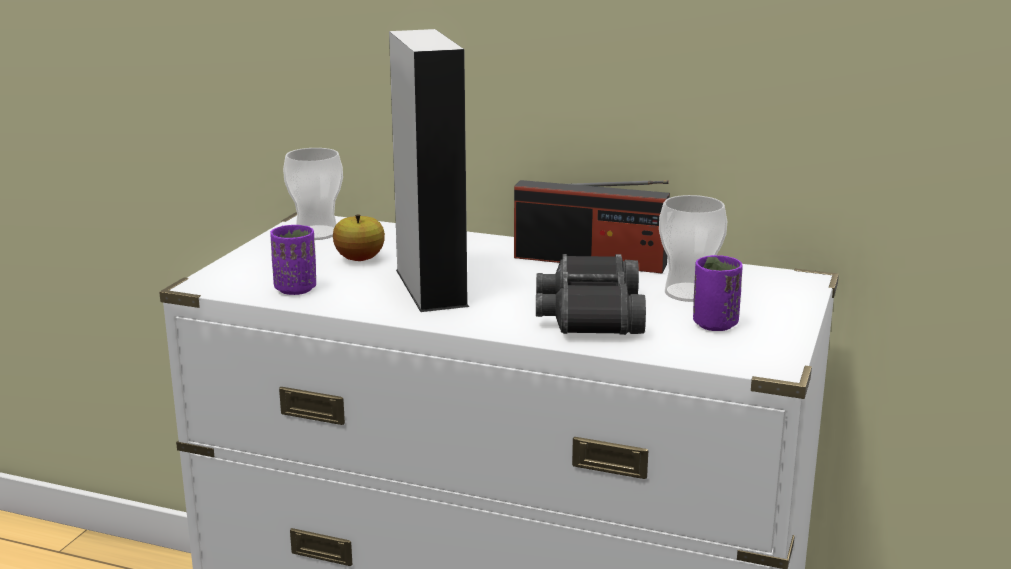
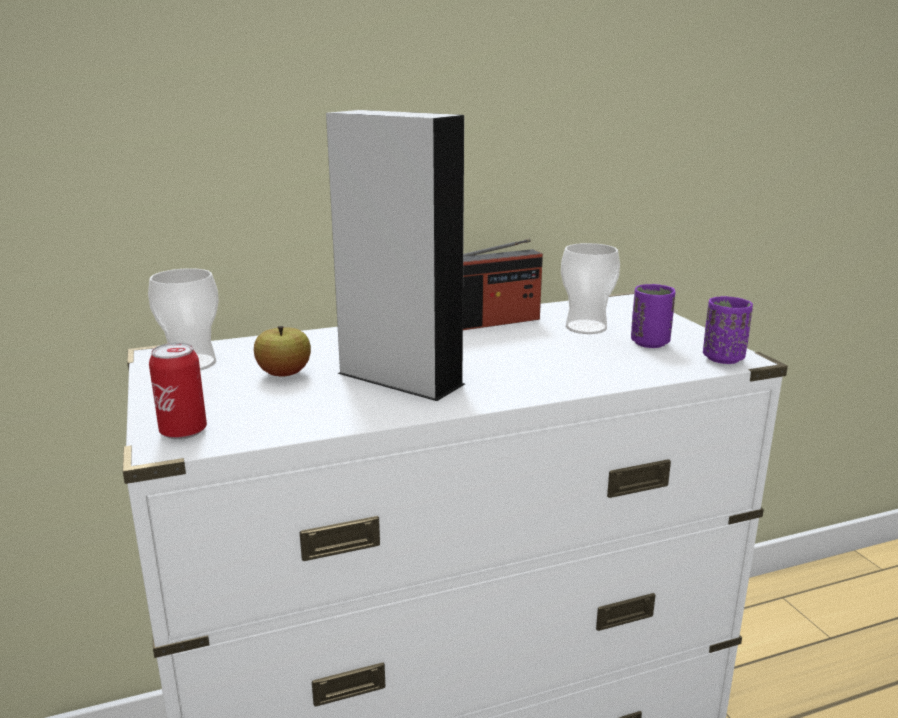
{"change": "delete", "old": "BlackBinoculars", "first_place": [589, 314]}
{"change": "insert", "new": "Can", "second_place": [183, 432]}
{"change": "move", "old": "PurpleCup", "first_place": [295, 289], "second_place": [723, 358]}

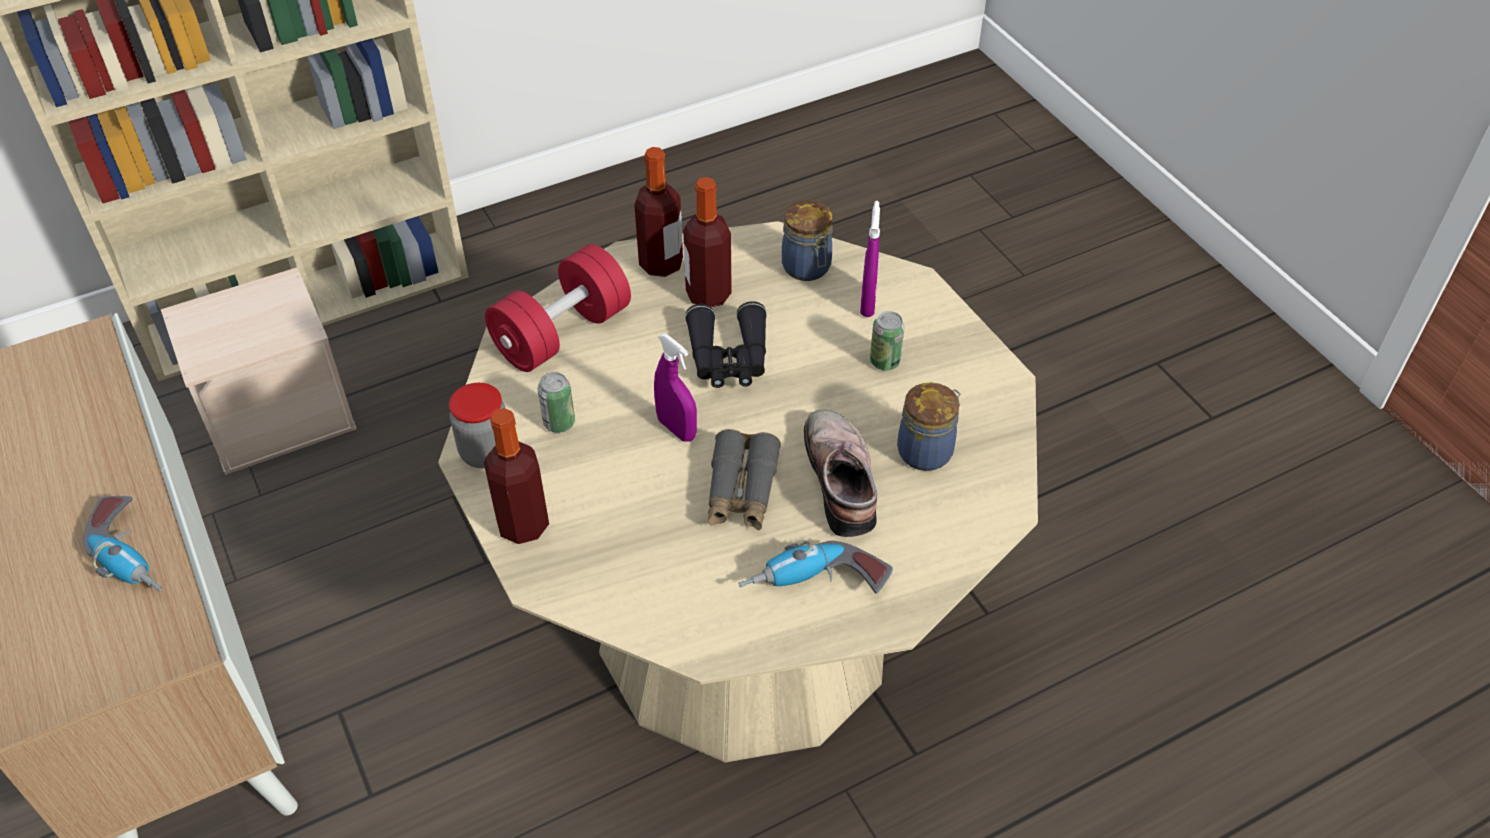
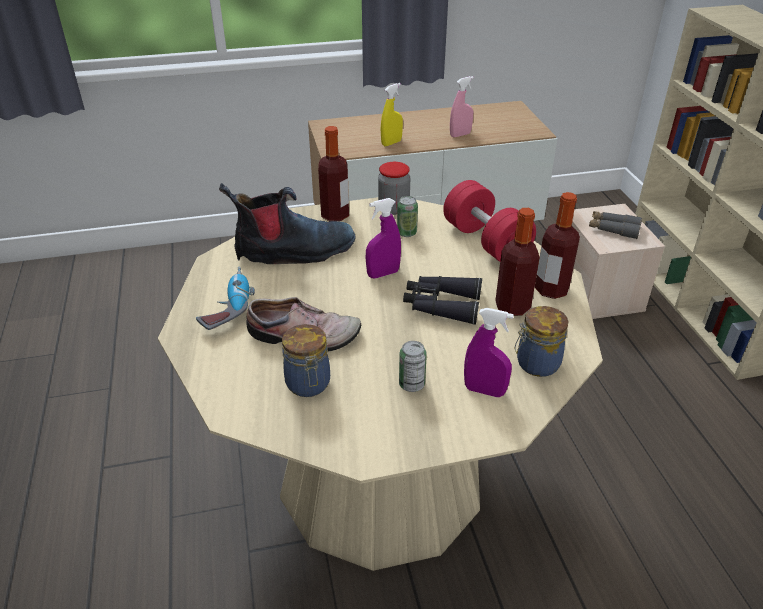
{"change": "insert", "new": "Boot", "second_place": [294, 252]}
{"change": "insert", "new": "PinkSprayBottle", "second_place": [460, 135]}
{"change": "move", "old": "GreyBinoculars", "first_place": [741, 491], "second_place": [613, 229]}
{"change": "replace", "old": "PowerDrill", "new": "YellowSprayBottle", "first_place": [134, 555], "second_place": [391, 143]}

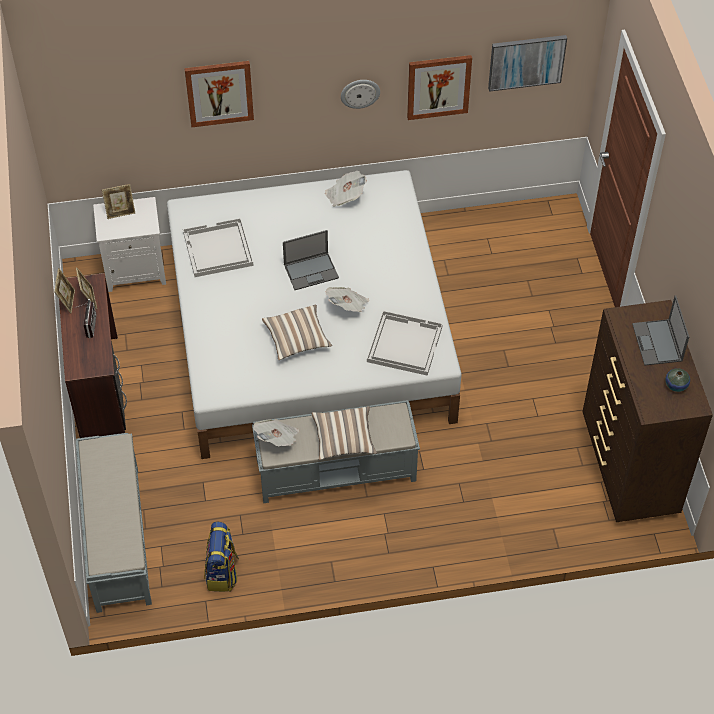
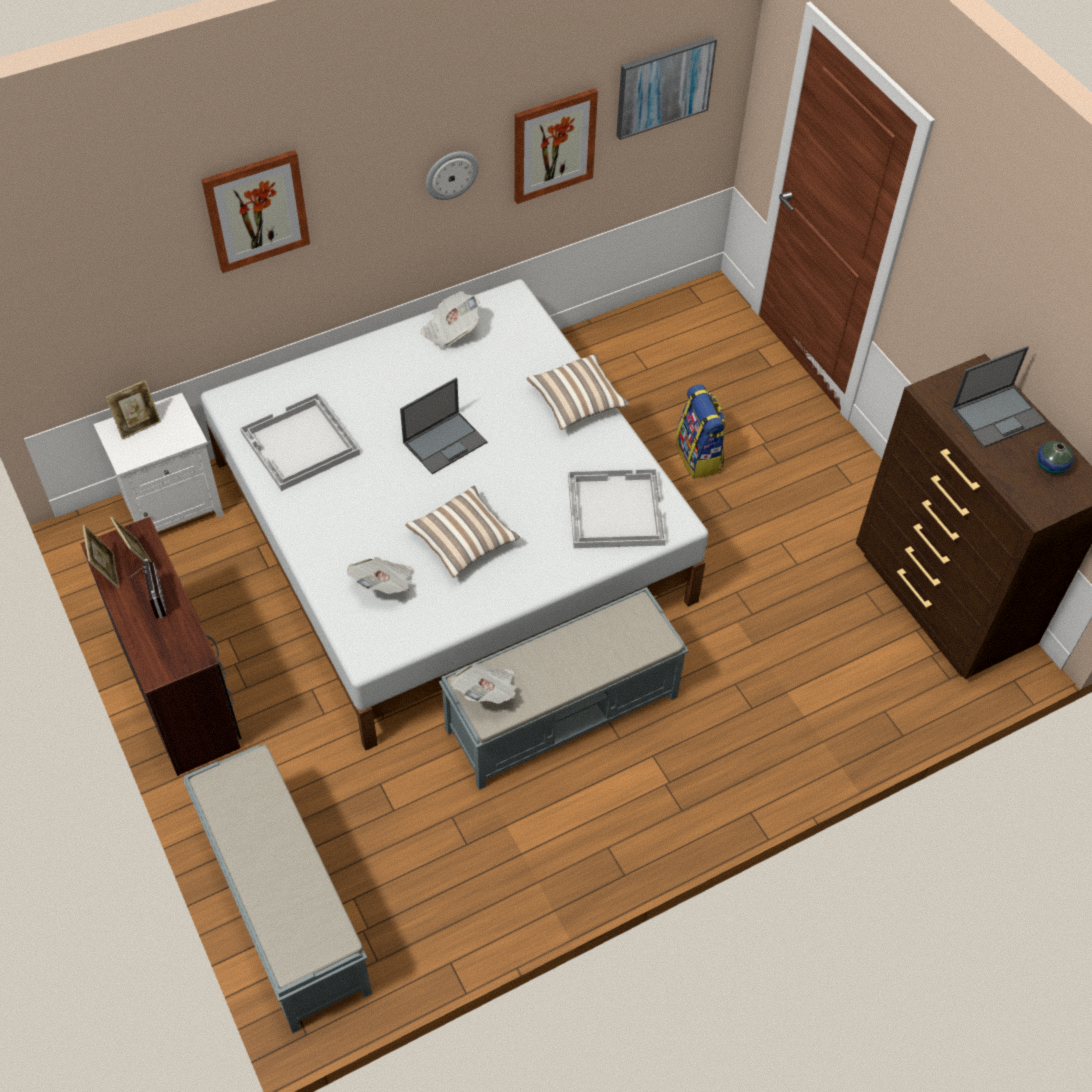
{"change": "move", "old": "Backpack", "first_place": [222, 573], "second_place": [699, 456]}
{"change": "move", "old": "Pillow", "first_place": [344, 439], "second_place": [577, 402]}
{"change": "move", "old": "Newspaper", "first_place": [348, 306], "second_place": [384, 585]}
{"change": "rotate", "old": "Laptop", "first_place": [657, 343], "second_place": [998, 415], "degrees": -90}

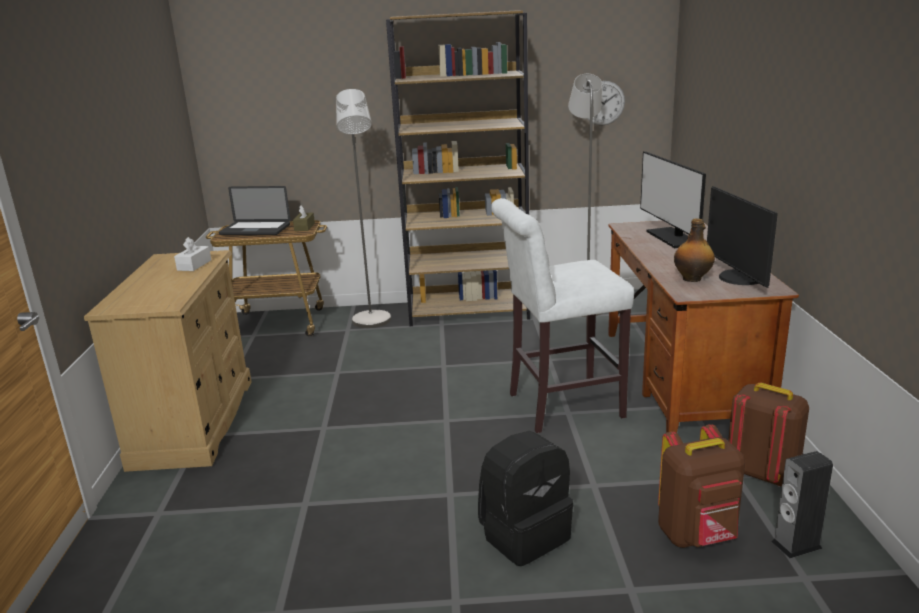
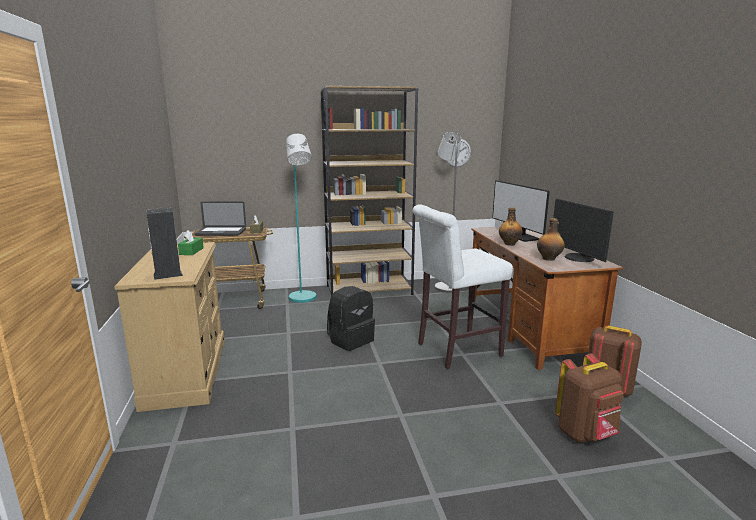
{"change": "insert", "new": "Bottle", "second_place": [509, 244]}
{"change": "move", "old": "BlackBackpack", "first_place": [524, 535], "second_place": [350, 340]}
{"change": "move", "old": "Speaker", "first_place": [796, 545], "second_place": [168, 275]}
{"change": "recolor", "old": "WhiteTissueBox", "new": "GreenTissueBox", "first_place": [194, 265], "second_place": [191, 251]}
{"change": "recolor", "old": "GreyFloorLamp", "new": "TurquoiseFloorLamp", "first_place": [372, 323], "second_place": [303, 299]}

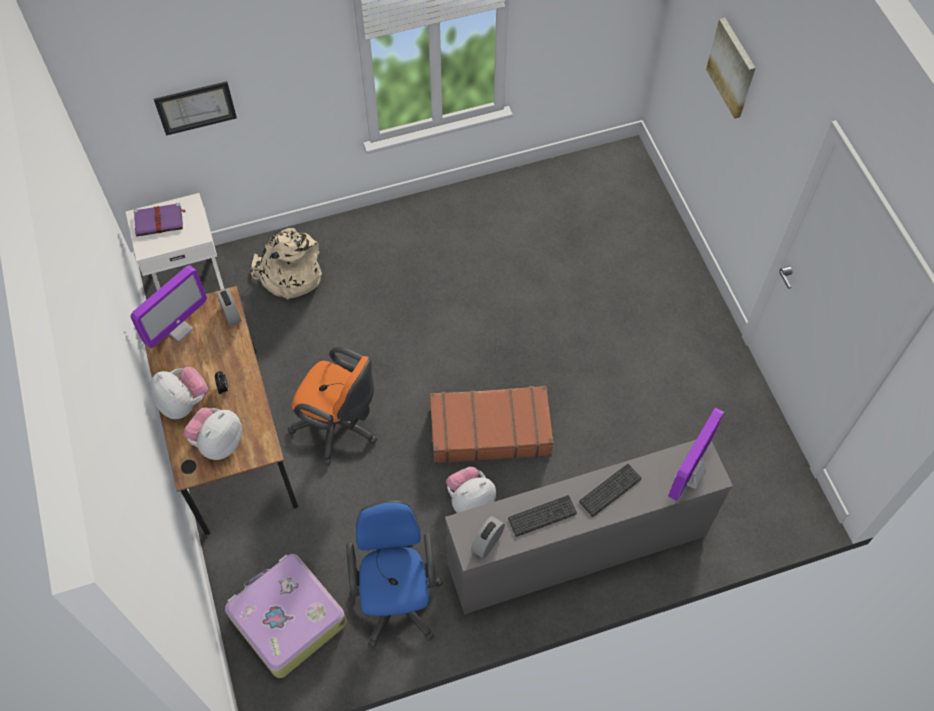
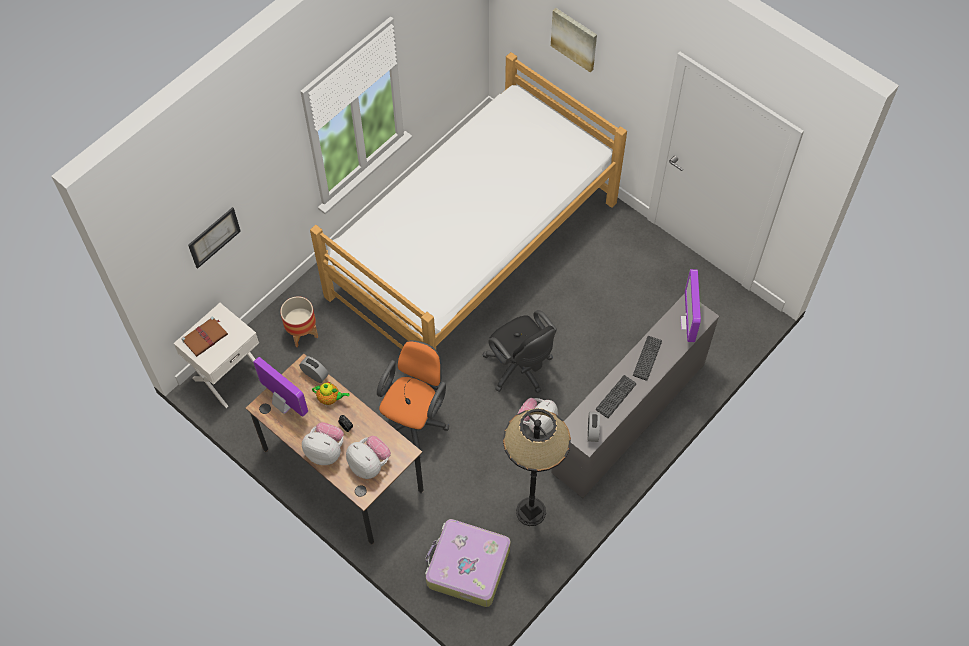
{"change": "insert", "new": "Bed", "second_place": [474, 249]}
{"change": "insert", "new": "Teapot", "second_place": [330, 398]}
{"change": "replace", "old": "BeigeBackpack", "new": "Planter", "first_place": [289, 274], "second_place": [302, 333]}
{"change": "replace", "old": "BlueOfficeChair", "new": "BlackFloorLamp", "first_place": [397, 597], "second_place": [531, 511]}
{"change": "replace", "old": "BrownSuitcase", "new": "BlackOfficeChair", "first_place": [489, 430], "second_place": [520, 369]}
{"change": "recolor", "old": "PurpleBook", "new": "BrownBook", "first_place": [160, 221], "second_place": [205, 337]}
{"change": "rotate", "old": "Monitor", "first_place": [178, 329], "second_place": [284, 404], "degrees": -60}
{"change": "rotate", "old": "PlushToy", "first_place": [218, 442], "second_place": [369, 464], "degrees": 135}
{"change": "rotate", "old": "OrangeOfficeChair", "first_place": [340, 427], "second_place": [415, 421], "degrees": -60}

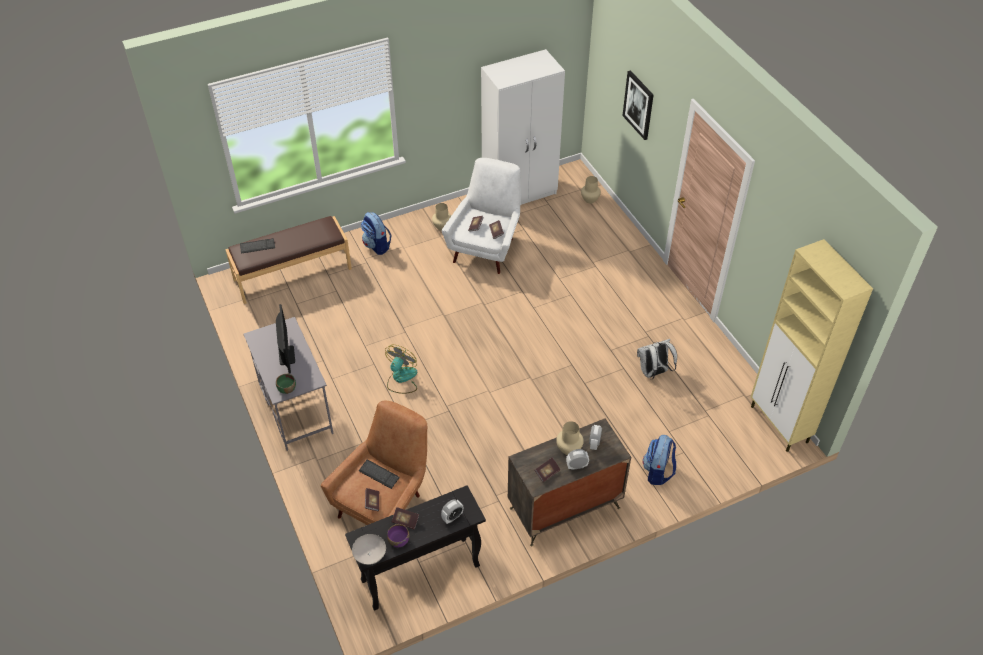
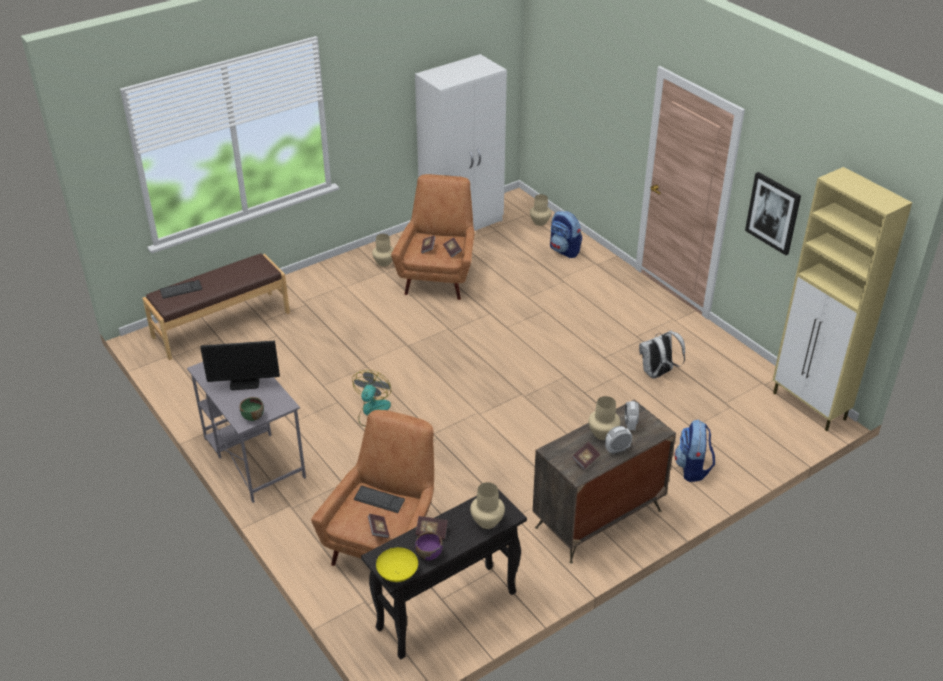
{"change": "move", "old": "Backpack", "first_place": [377, 245], "second_place": [564, 250]}
{"change": "move", "old": "Picture", "first_place": [638, 105], "second_place": [773, 213]}
{"change": "replace", "old": "AlarmClock", "new": "BeigeVase", "first_place": [452, 517], "second_place": [487, 521]}
{"change": "recolor", "old": "WhiteBowl", "new": "YellowBowl", "first_place": [370, 555], "second_place": [398, 574]}
{"change": "recolor", "old": "WhiteArmchair", "new": "BrownArmchair", "first_place": [486, 246], "second_place": [438, 275]}
{"change": "rotate", "old": "Monitor", "first_place": [286, 355], "second_place": [244, 383], "degrees": 105}

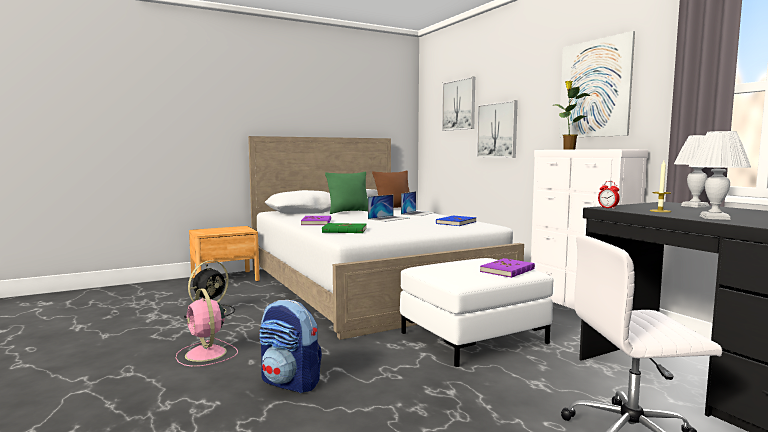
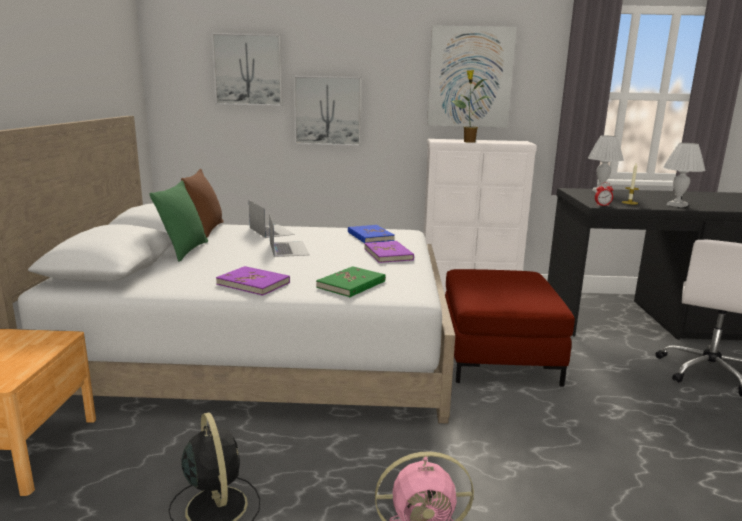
{"change": "delete", "old": "Backpack", "first_place": [291, 382]}
{"change": "move", "old": "PurpleBook", "first_place": [507, 270], "second_place": [388, 254]}
{"change": "recolor", "old": "WhiteOttoman", "new": "RedOttoman", "first_place": [473, 337], "second_place": [497, 355]}

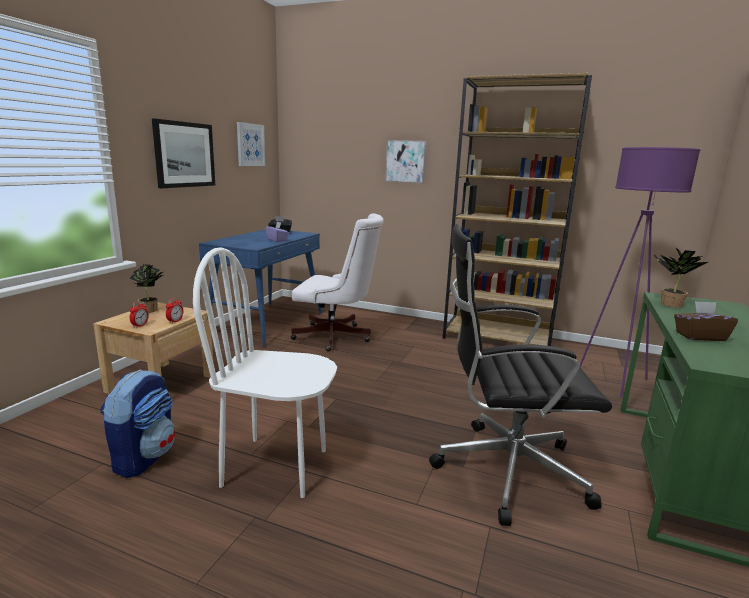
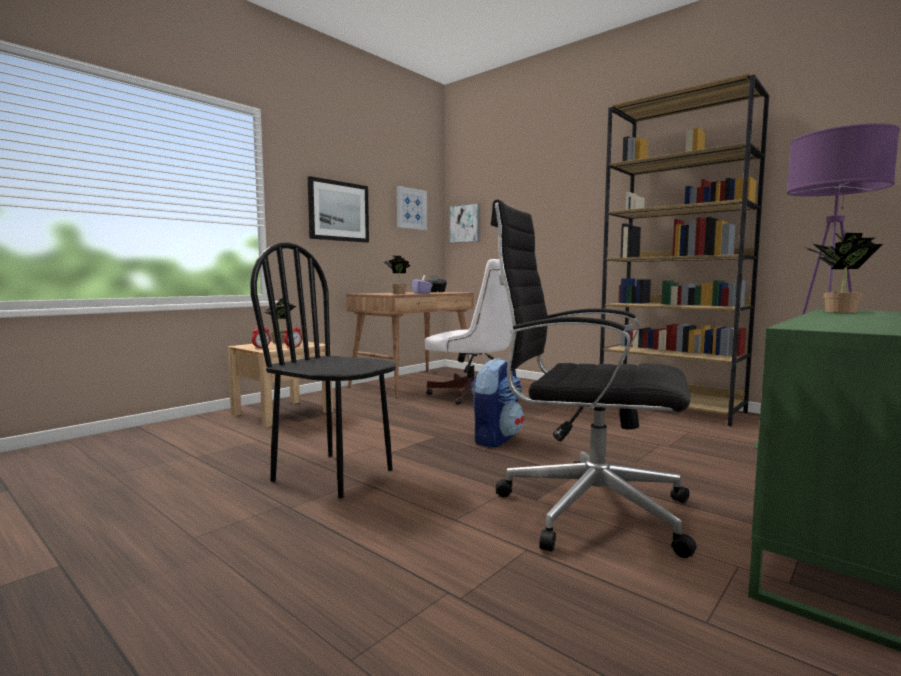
{"change": "delete", "old": "BrownTissueBox", "first_place": [700, 336]}
{"change": "insert", "new": "PottedPlant", "second_place": [397, 294]}
{"change": "move", "old": "Backpack", "first_place": [144, 457], "second_place": [495, 439]}
{"change": "move", "old": "Picture", "first_place": [406, 161], "second_place": [465, 223]}
{"change": "recolor", "old": "WhiteChair", "new": "BlackChair", "first_place": [276, 466], "second_place": [334, 475]}
{"change": "recolor", "old": "BlueDesk", "new": "BrownDesk", "first_place": [267, 322], "second_place": [413, 382]}

